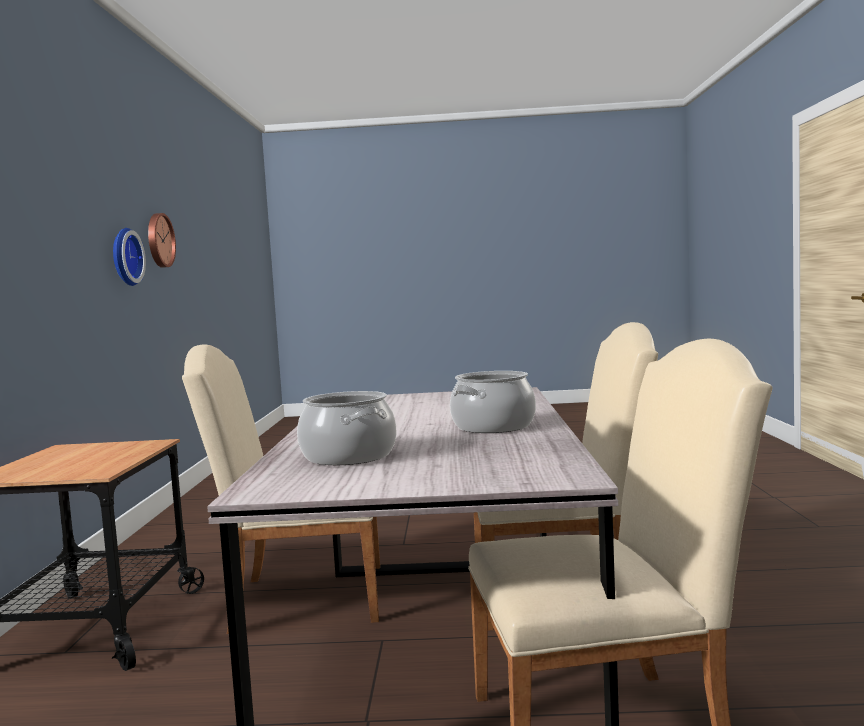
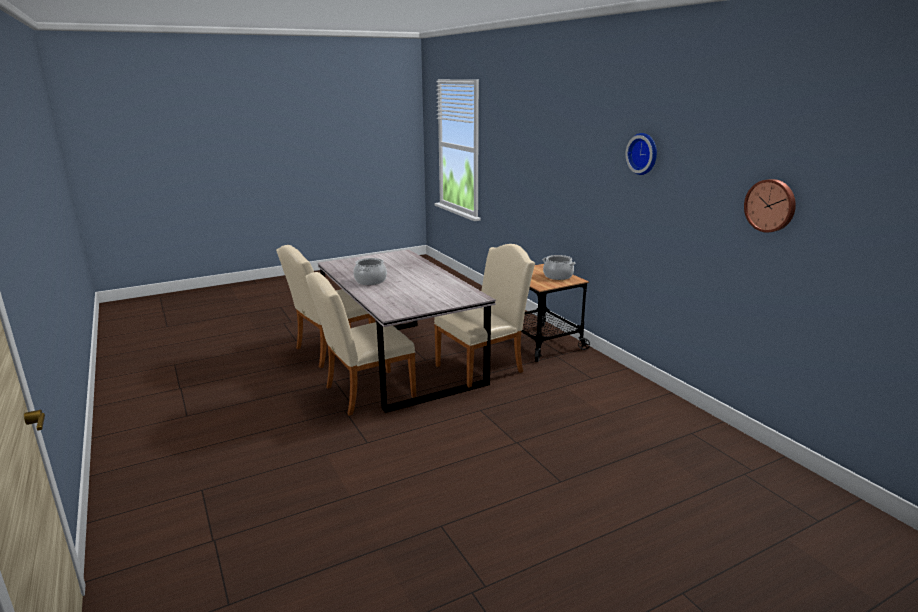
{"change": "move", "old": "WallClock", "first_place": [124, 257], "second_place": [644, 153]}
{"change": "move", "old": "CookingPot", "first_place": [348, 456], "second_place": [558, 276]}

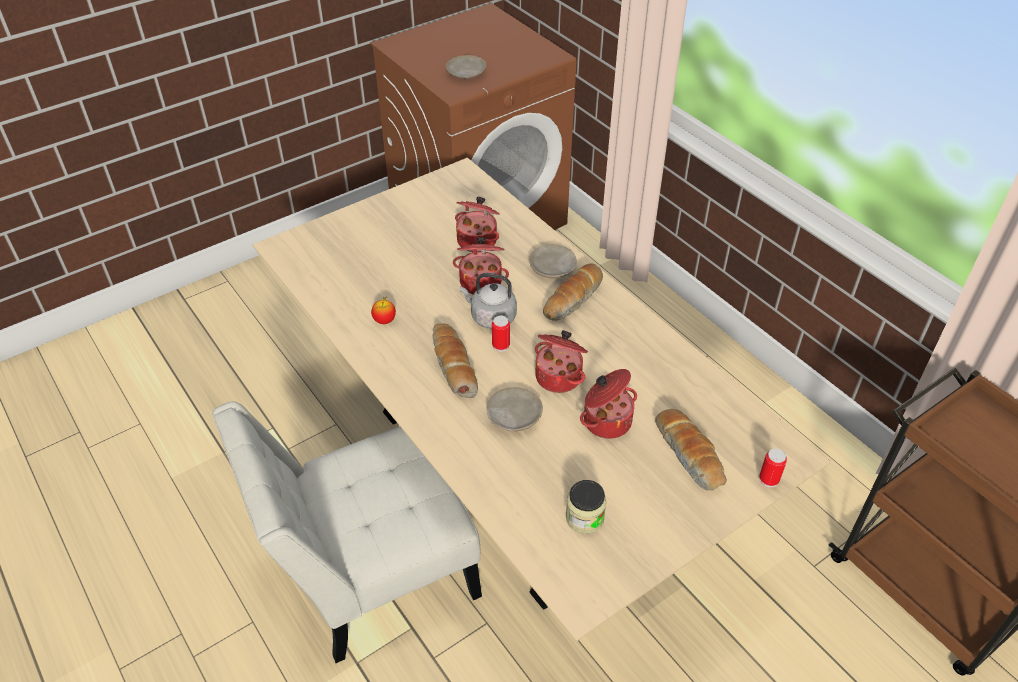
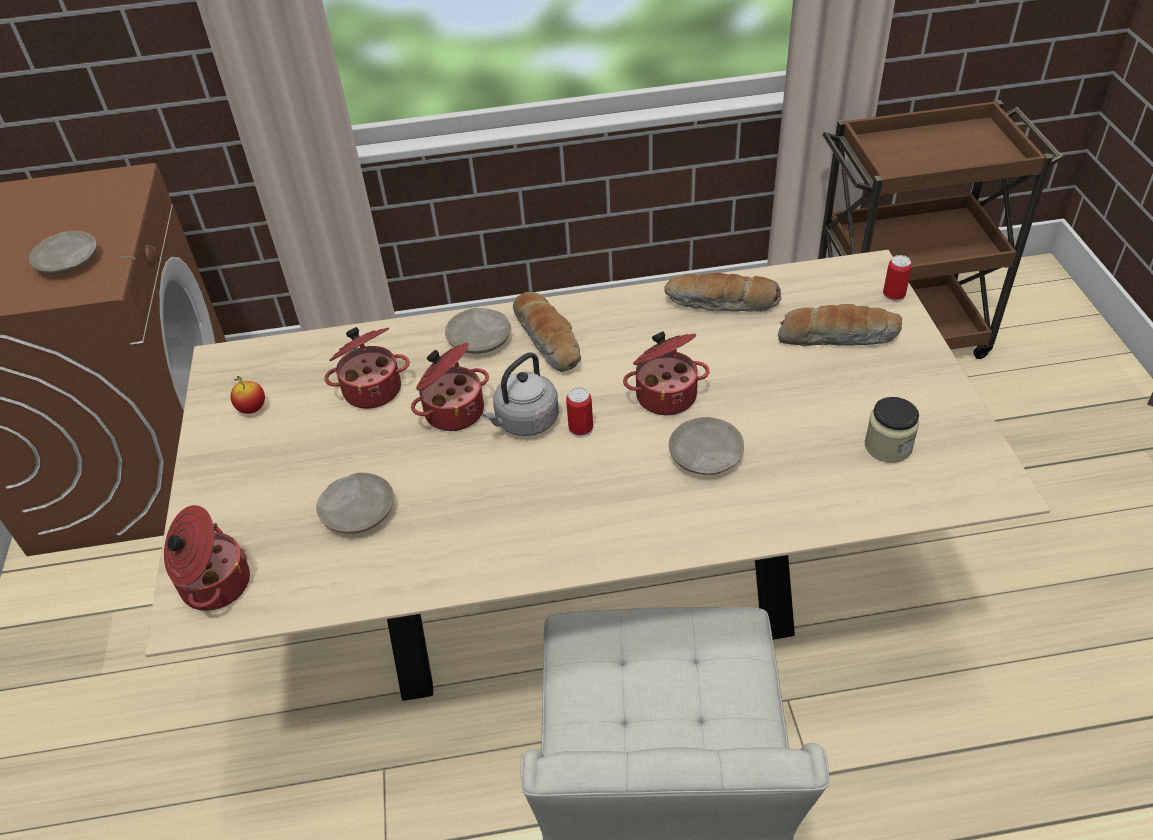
{"change": "insert", "new": "BeigePlate", "second_place": [358, 511]}
{"change": "move", "old": "Apple", "first_place": [384, 320], "second_place": [252, 409]}
{"change": "move", "old": "Bread", "first_place": [453, 367], "second_place": [722, 304]}
{"change": "move", "old": "CookingPot", "first_place": [606, 420], "second_place": [214, 584]}

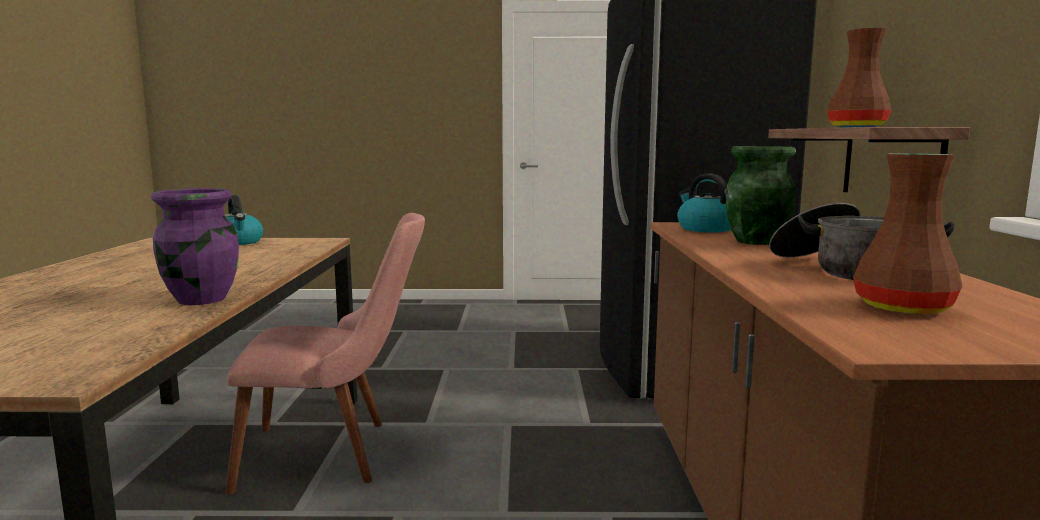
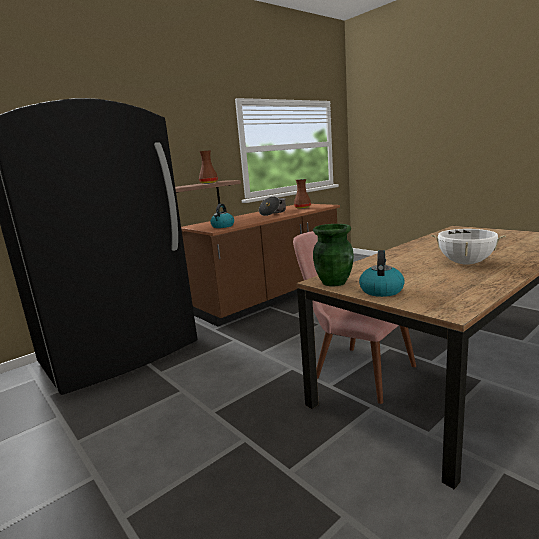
{"change": "delete", "old": "PurpleVase", "first_place": [200, 300]}
{"change": "insert", "new": "WhiteCookingPot", "second_place": [465, 263]}
{"change": "move", "old": "GreenVase", "first_place": [756, 242], "second_place": [334, 282]}

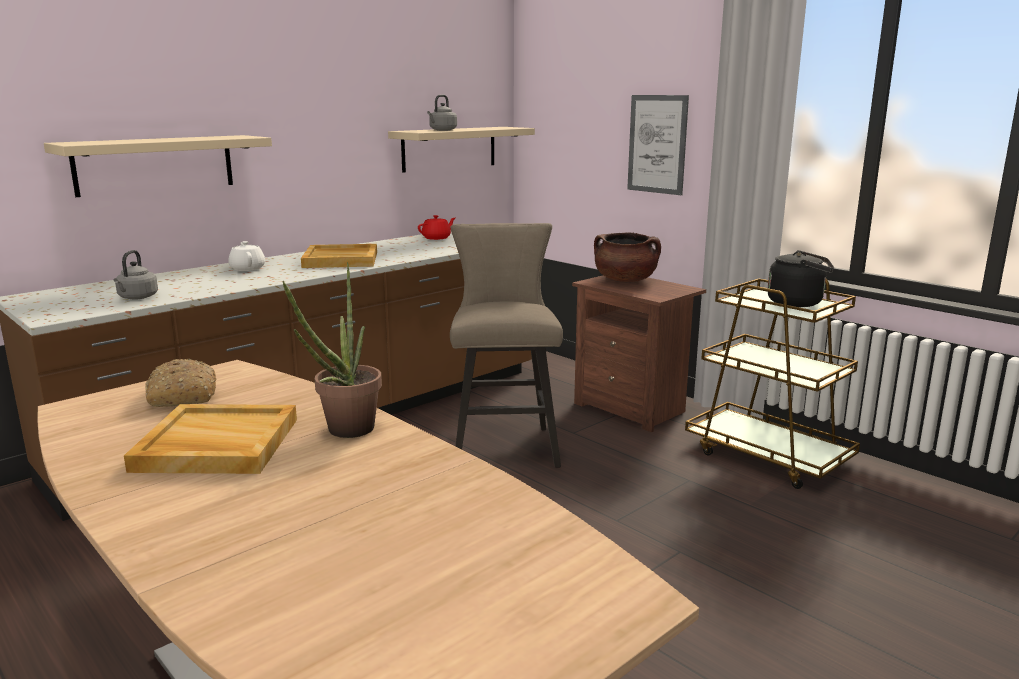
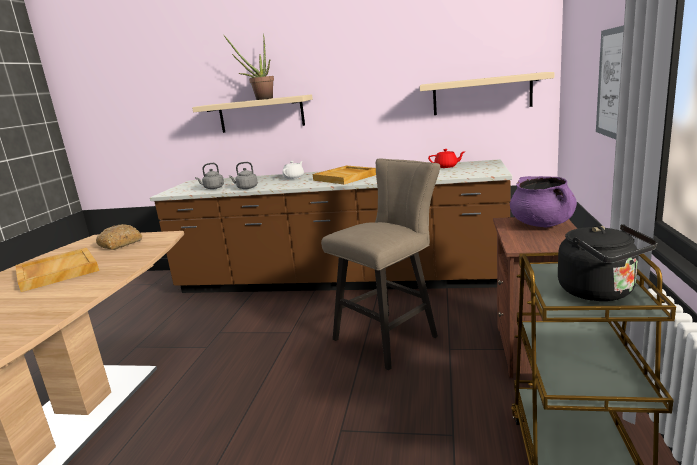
{"change": "move", "old": "PottedPlant", "first_place": [344, 432], "second_place": [260, 99]}
{"change": "move", "old": "GreyKettle", "first_place": [442, 130], "second_place": [246, 188]}
{"change": "recolor", "old": "BrownCookingPot", "new": "PurpleCookingPot", "first_place": [625, 280], "second_place": [542, 224]}

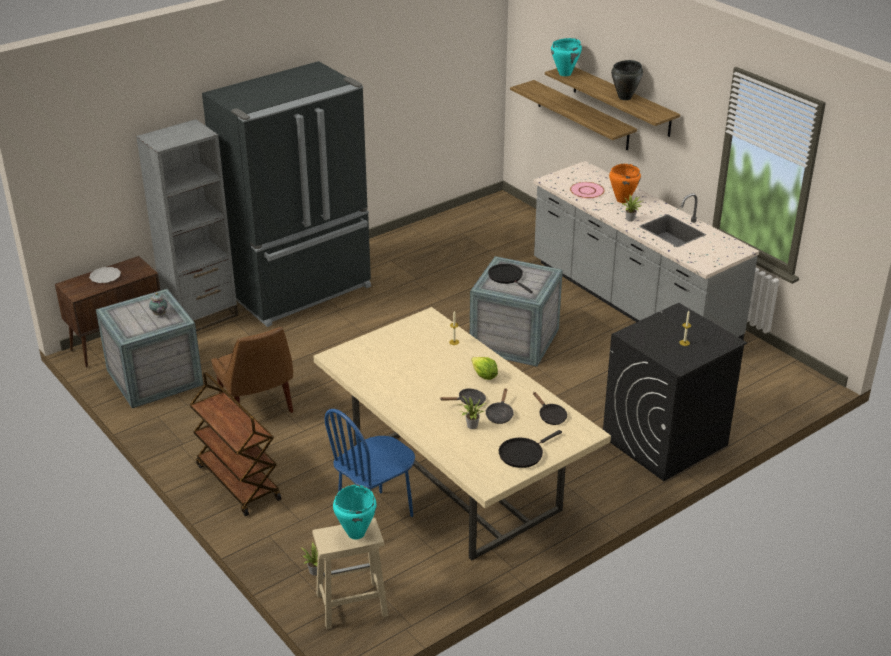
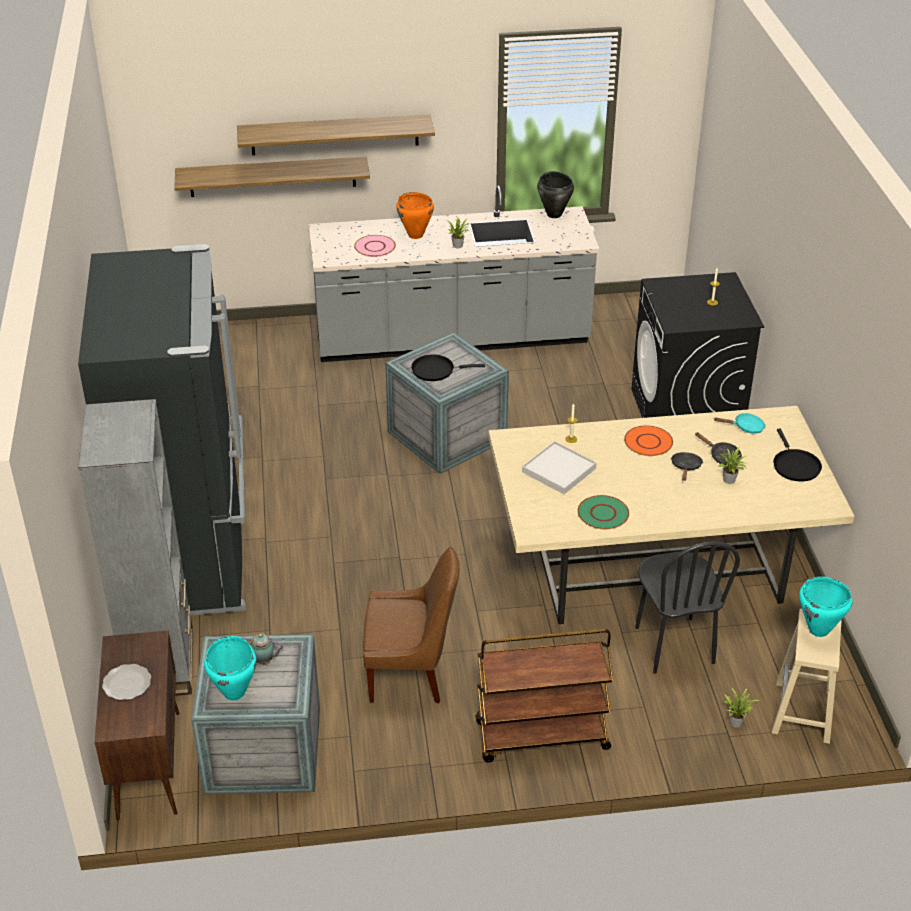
{"change": "insert", "new": "WhiteTray", "second_place": [559, 470]}
{"change": "insert", "new": "GreenPlate", "second_place": [603, 514]}
{"change": "move", "old": "TurquoiseCookingPot", "first_place": [565, 74], "second_place": [235, 692]}
{"change": "move", "old": "BlackCookingPot", "first_place": [625, 97], "second_place": [554, 214]}
{"change": "replace", "old": "Lettuce", "new": "OrangePlate", "first_place": [484, 376], "second_place": [648, 442]}
{"change": "recolor", "old": "BlueChair", "new": "BlackChair", "first_place": [375, 516], "second_place": [673, 645]}
{"change": "recolor", "old": "BlackFryingPan", "new": "TurquoiseFryingPan", "first_place": [550, 416], "second_place": [745, 427]}

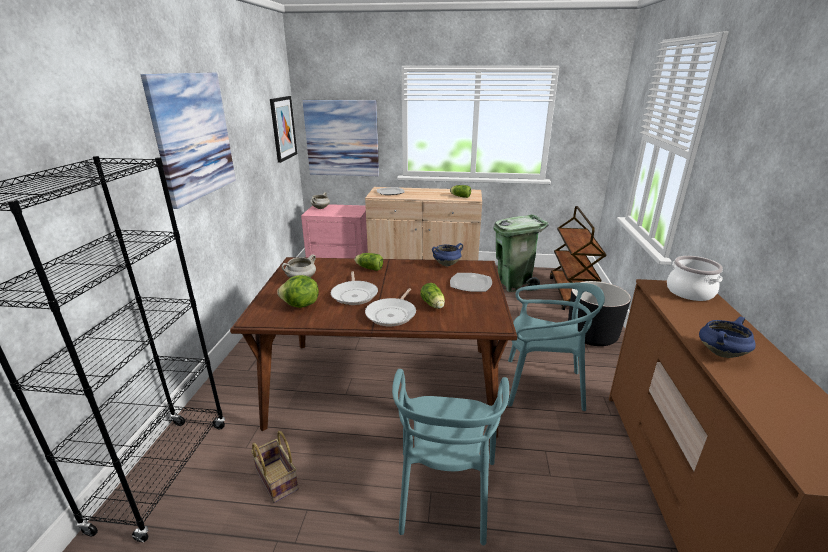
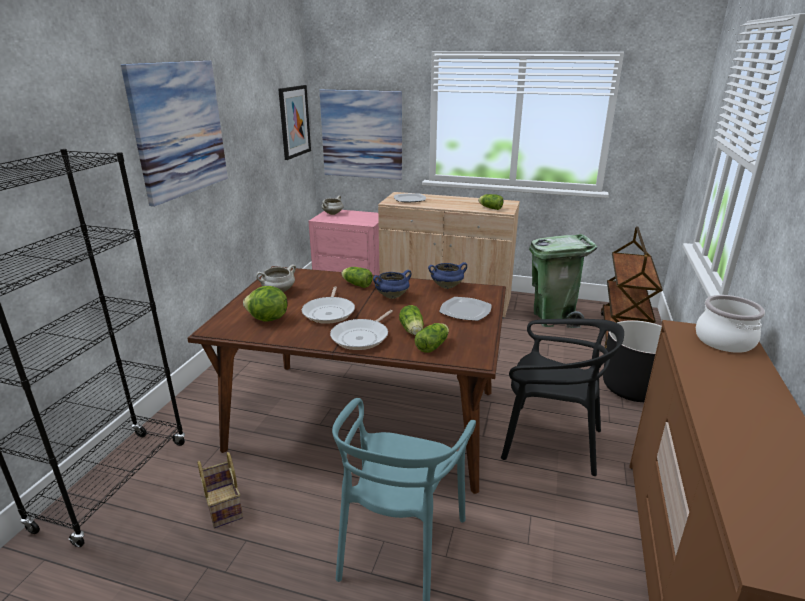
{"change": "insert", "new": "Lettuce", "second_place": [433, 345]}
{"change": "move", "old": "BlueCookingPot", "first_place": [721, 352], "second_place": [392, 296]}
{"change": "recolor", "old": "TurquoiseChair", "new": "BlackChair", "first_place": [542, 386], "second_place": [551, 441]}

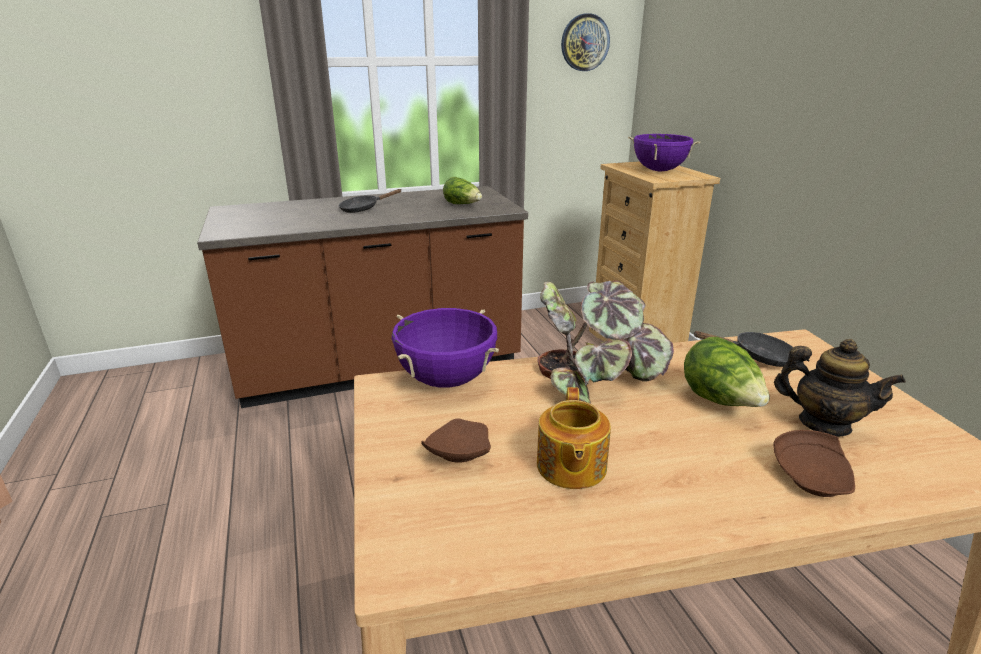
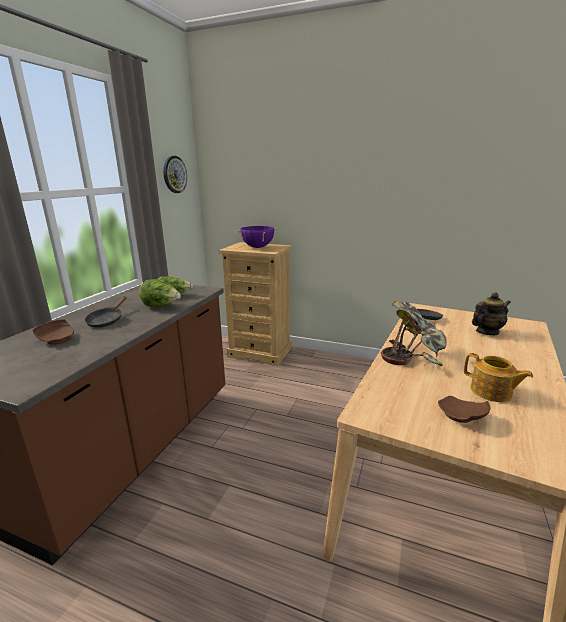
{"change": "delete", "old": "PurpleCookingPot", "first_place": [446, 380]}
{"change": "move", "old": "Lettuce", "first_place": [720, 401], "second_place": [161, 307]}
{"change": "move", "old": "BrownPlate", "first_place": [813, 477], "second_place": [58, 339]}

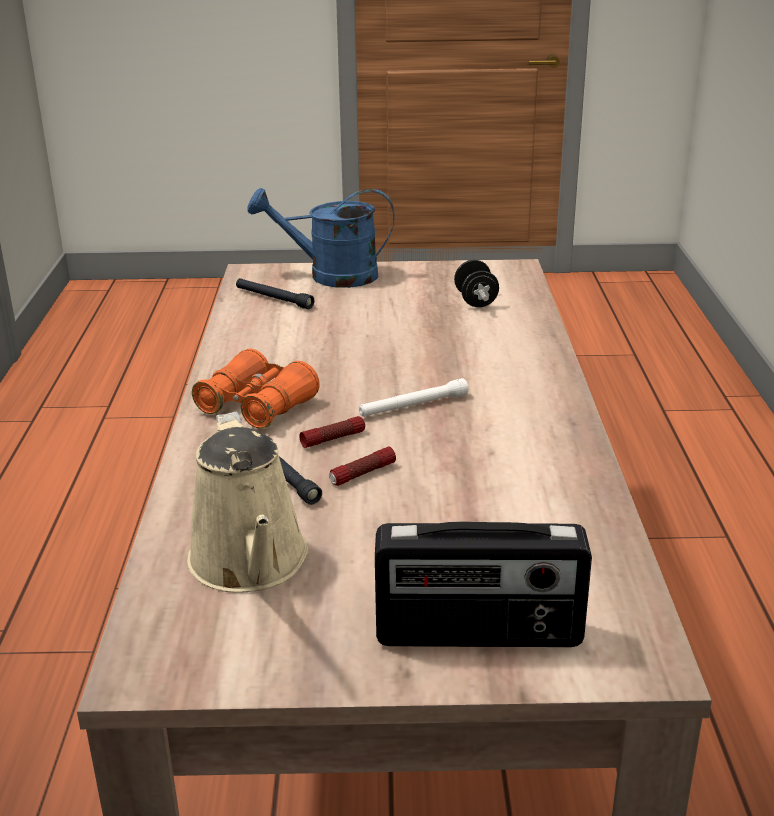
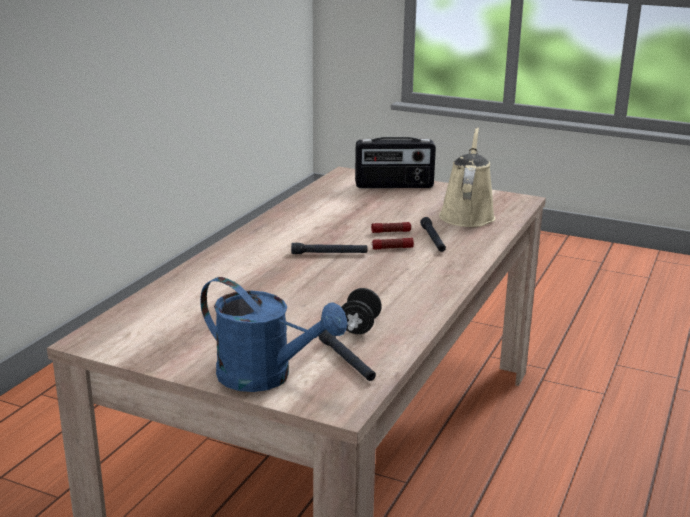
{"change": "delete", "old": "OrangeBinoculars", "first_place": [257, 406]}
{"change": "move", "old": "BlackDumbbell", "first_place": [475, 301], "second_place": [359, 327]}
{"change": "recolor", "old": "WhiteFlashlight", "new": "BlackFlashlight", "first_place": [413, 406], "second_place": [329, 254]}
{"change": "rotate", "old": "Radio", "first_place": [478, 635], "second_place": [394, 186], "degrees": 150}

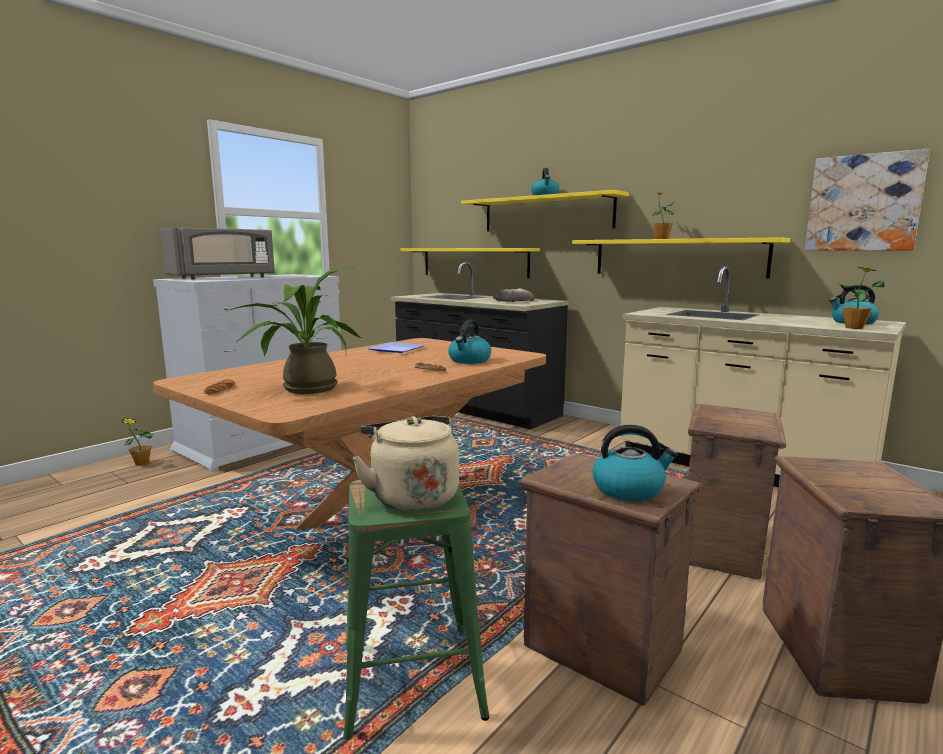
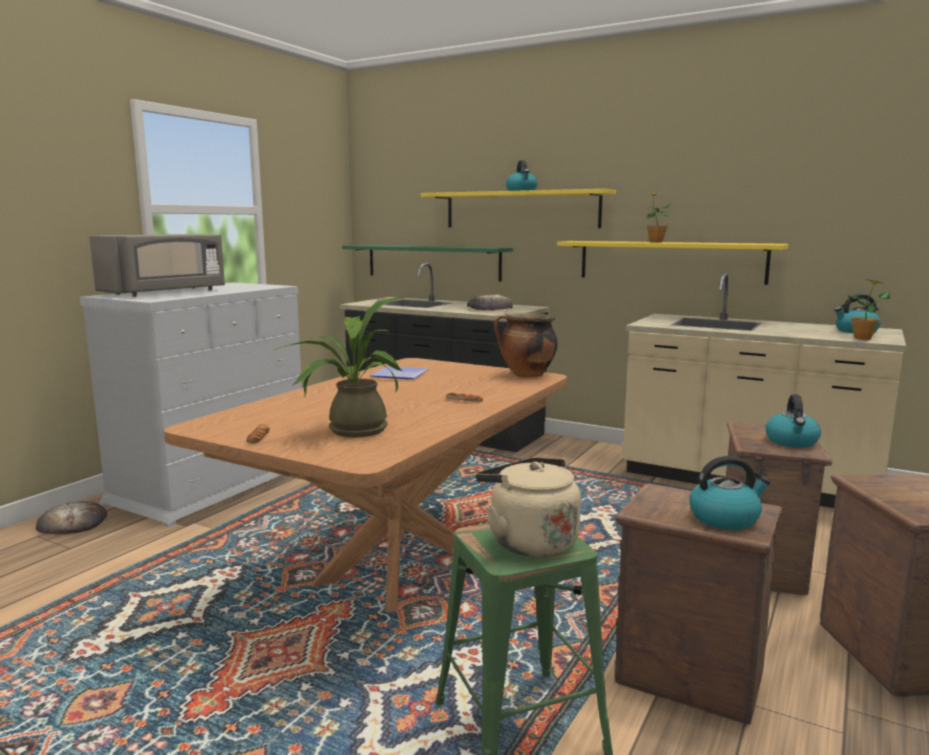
{"change": "delete", "old": "Picture", "first_place": [863, 203]}
{"change": "insert", "new": "CookingPot", "second_place": [526, 375]}
{"change": "move", "old": "Kettle", "first_place": [469, 360], "second_place": [792, 442]}
{"change": "replace", "old": "PottedPlant", "new": "Bread", "first_place": [142, 463], "second_place": [72, 523]}
{"change": "recolor", "old": "YellowShelf", "new": "GreenShelf", "first_place": [474, 262], "second_place": [432, 262]}

